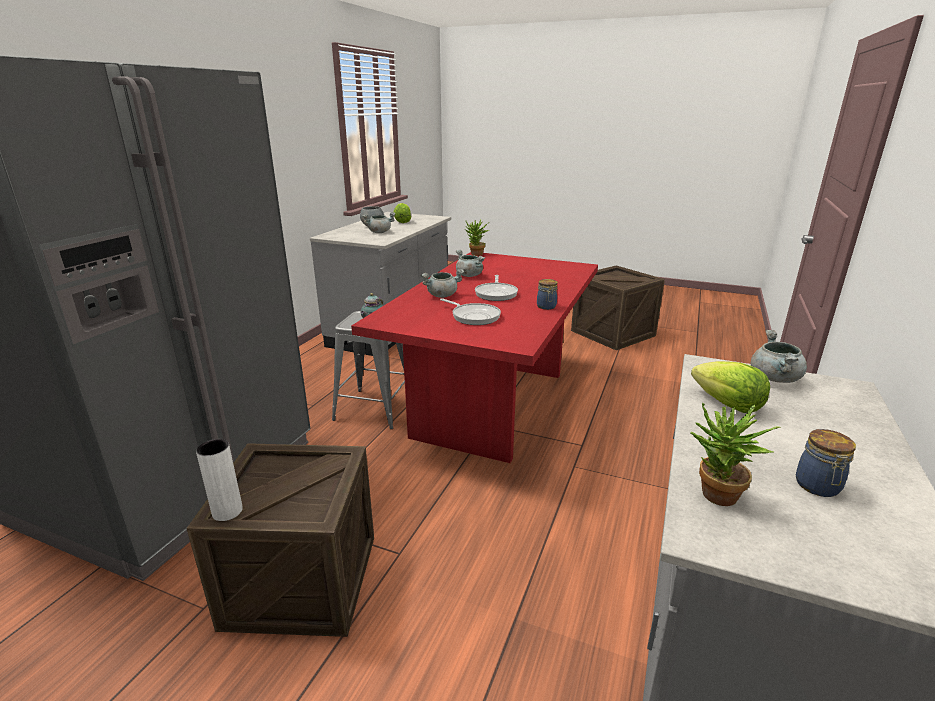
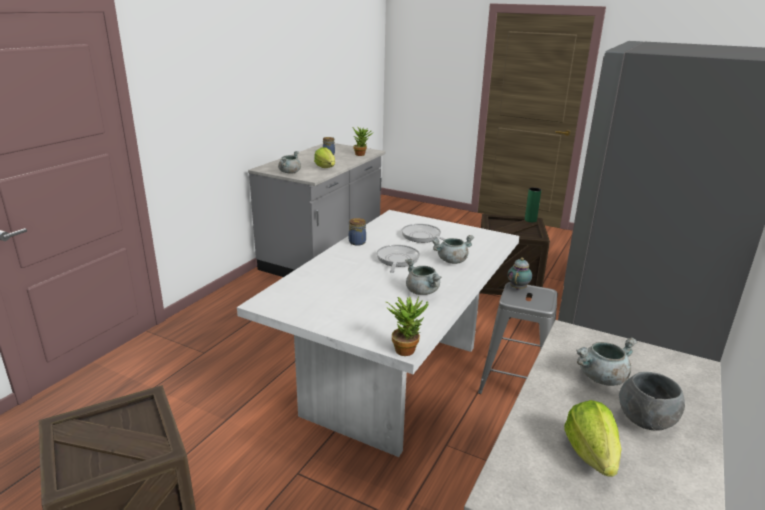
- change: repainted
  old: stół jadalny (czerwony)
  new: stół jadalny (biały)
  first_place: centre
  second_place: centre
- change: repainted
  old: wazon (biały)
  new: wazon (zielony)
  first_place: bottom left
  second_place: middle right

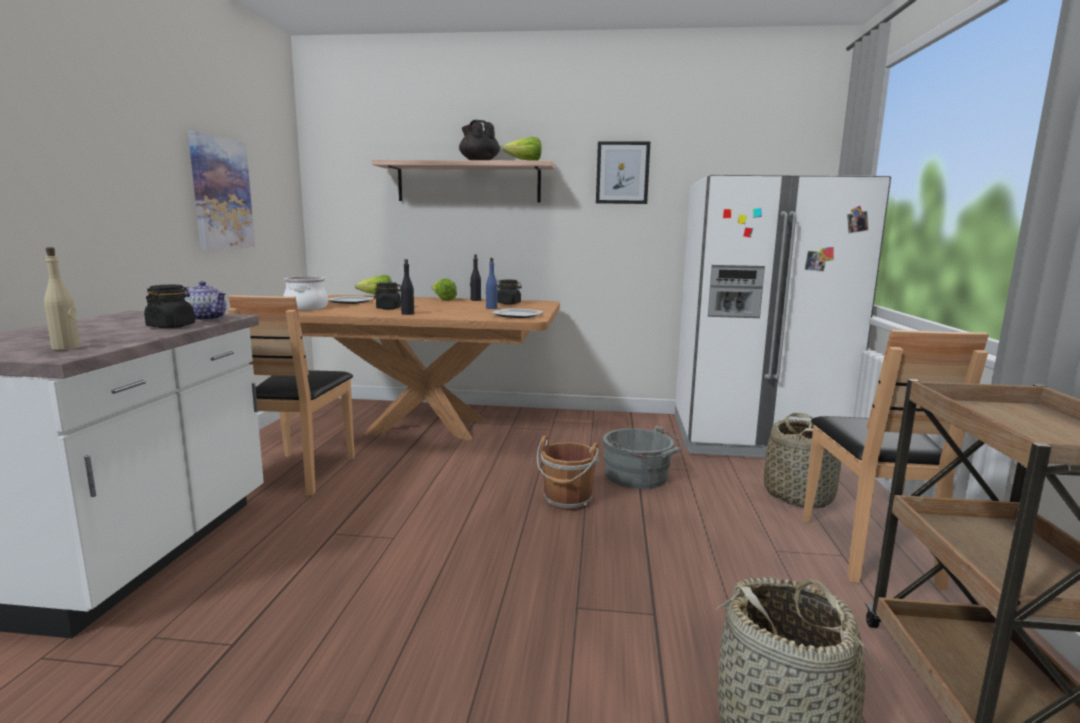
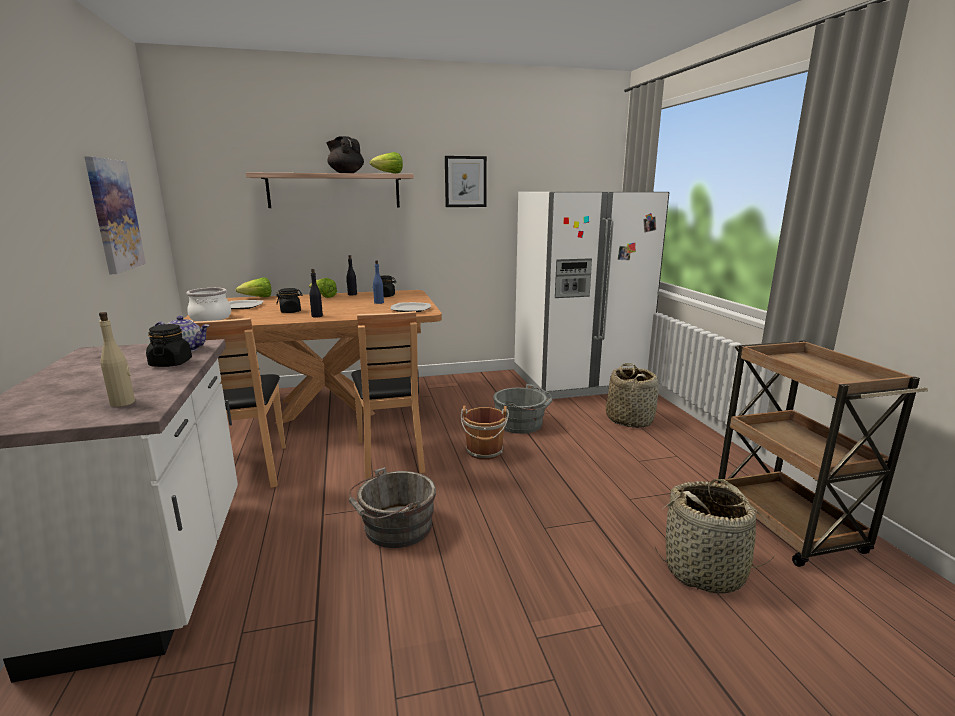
- change: new
  new: wiadro (szary) (no. 1 from left)
  second_place: bottom centre
- change: shifted
  old: krzesło (brązowy) (no. 2 from left)
  first_place: middle right
  second_place: centre

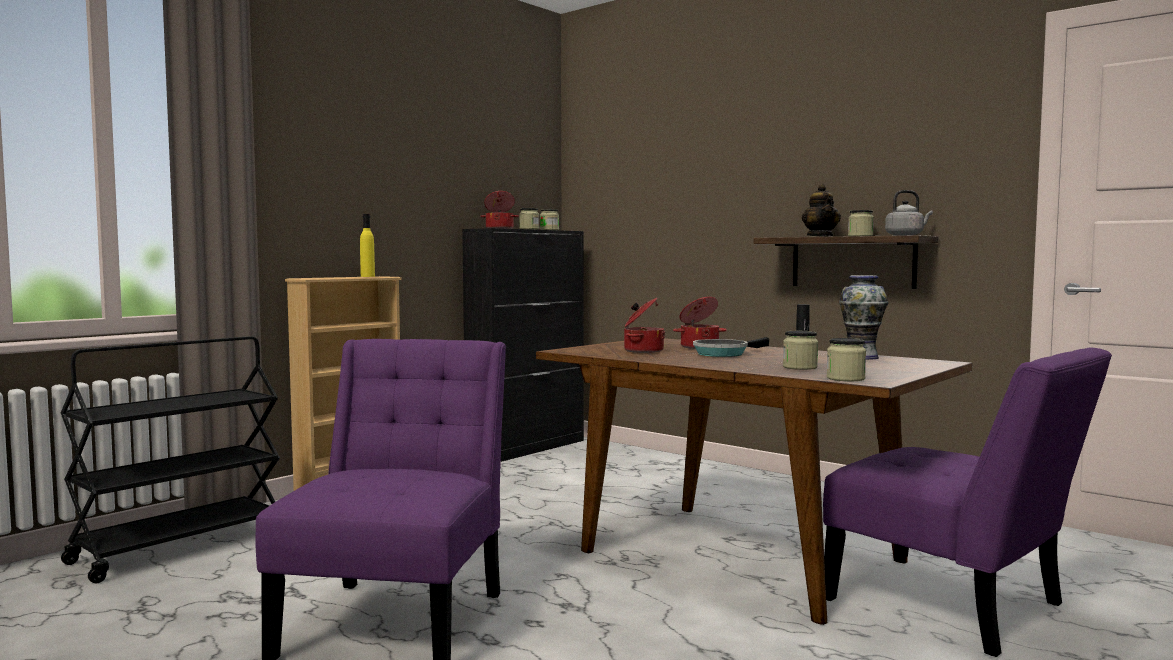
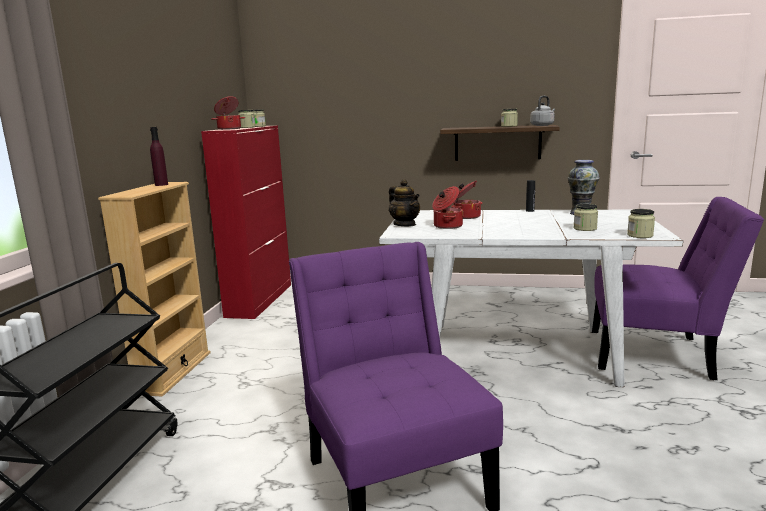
- change: repainted
  old: butelka (żółty)
  new: butelka (fioletowy)
  first_place: middle left
  second_place: top left
- change: repainted
  old: szafka (czarny)
  new: szafka (czerwony)
  first_place: centre
  second_place: middle left
- change: repainted
  old: stół jadalny (brązowy)
  new: stół jadalny (biały)
  first_place: bottom centre
  second_place: middle right
- change: shifted
  old: imbryk
  first_place: top right
  second_place: centre
- change: gone
  old: patelnia
  first_place: centre

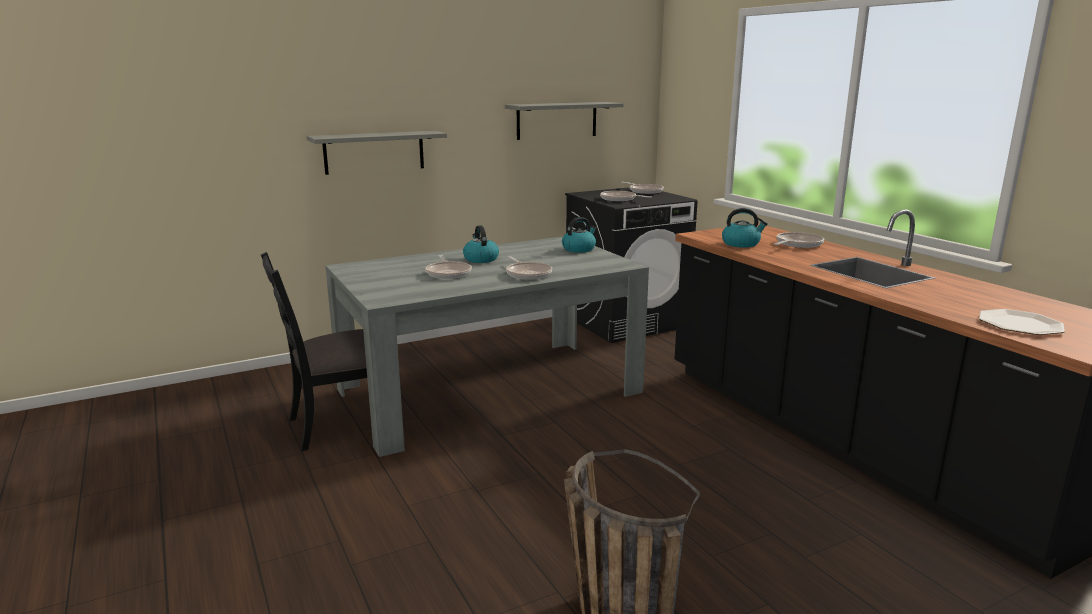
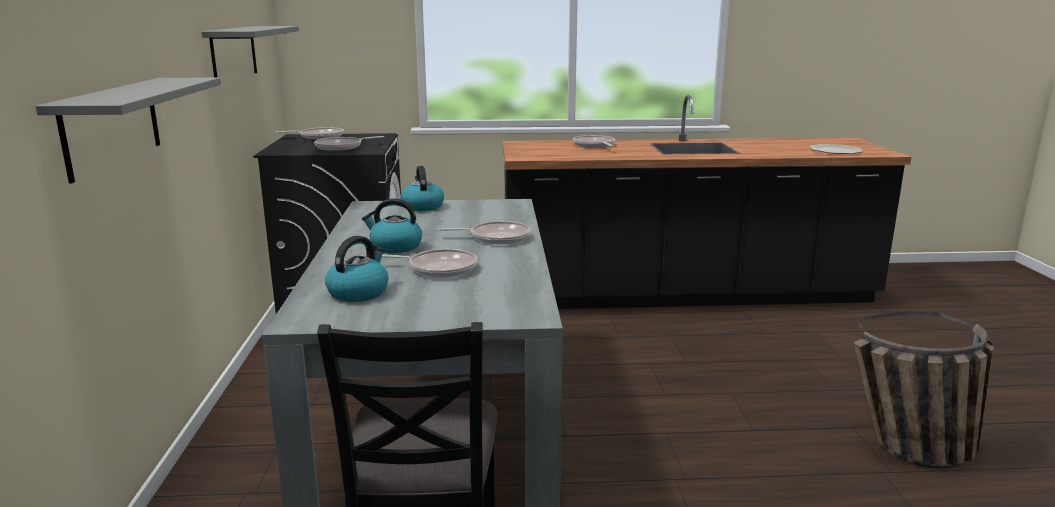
- change: shifted
  old: czajnik (no. 3 from left in the first image)
  new: czajnik (no. 1 from left)
  first_place: middle right
  second_place: centre

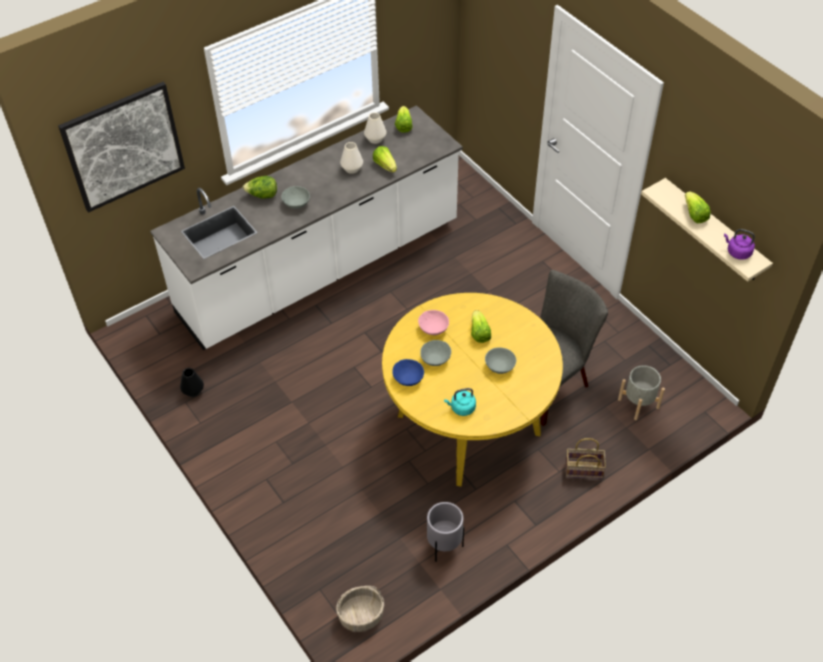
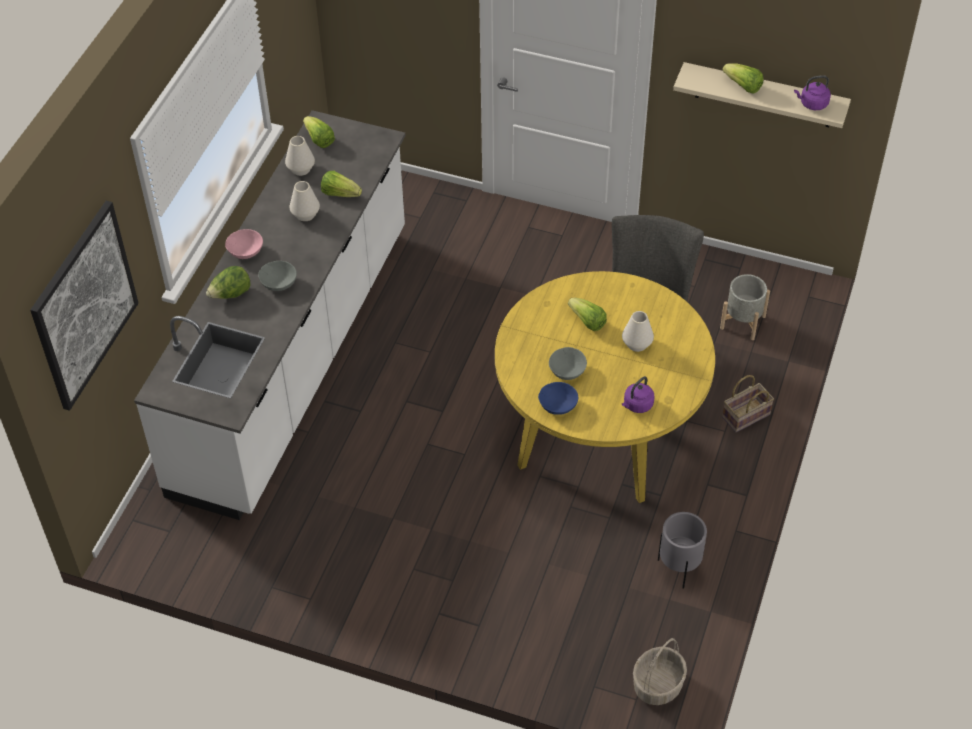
- change: shifted
  old: miska (różowy)
  first_place: centre
  second_place: middle left
- change: repainted
  old: czajnik (turkusowy)
  new: czajnik (fioletowy) (no. 1 from left)
  first_place: centre
  second_place: centre
- change: swapped
  old: miska (szary) (no. 3 from left)
  new: wazon (biały) (no. 3 from left)
  first_place: centre
  second_place: centre
- change: gone
  old: wazon (czarny)
  first_place: middle left

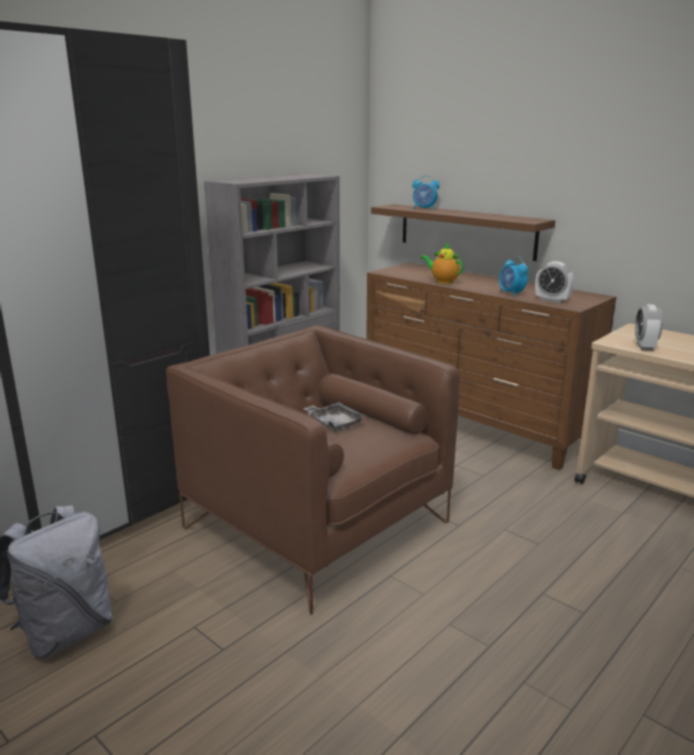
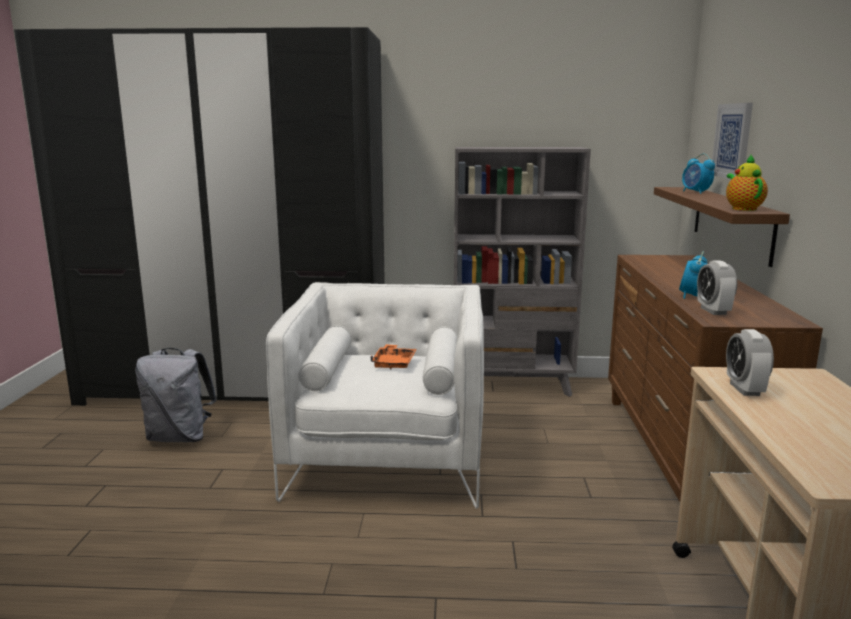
- change: repainted
  old: fotel (brązowy)
  new: fotel (biały)
  first_place: centre
  second_place: centre
- change: repainted
  old: taca (szary)
  new: taca (pomarańczowy)
  first_place: centre
  second_place: centre
- change: new
  new: obraz
  second_place: top right
- change: shifted
  old: imbryk
  first_place: centre
  second_place: top right
- change: rotated
  old: budzik (no. 4 from left)
  first_place: middle right
  second_place: middle right
  degrees: -60

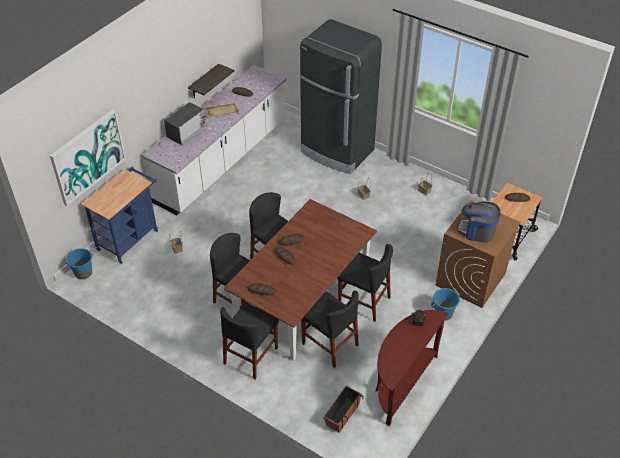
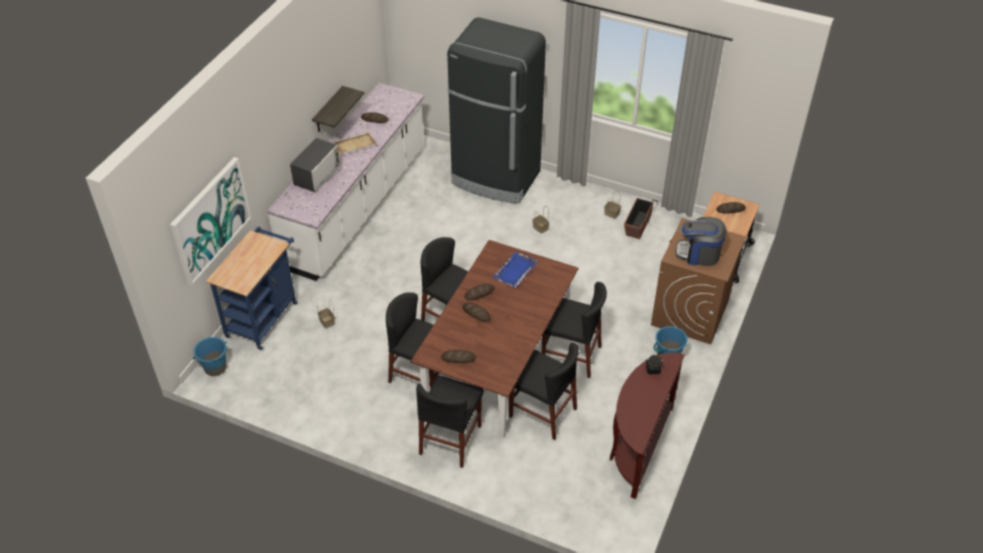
- change: new
  new: taca (niebieski)
  second_place: centre
- change: shifted
  old: donica
  first_place: bottom centre
  second_place: centre

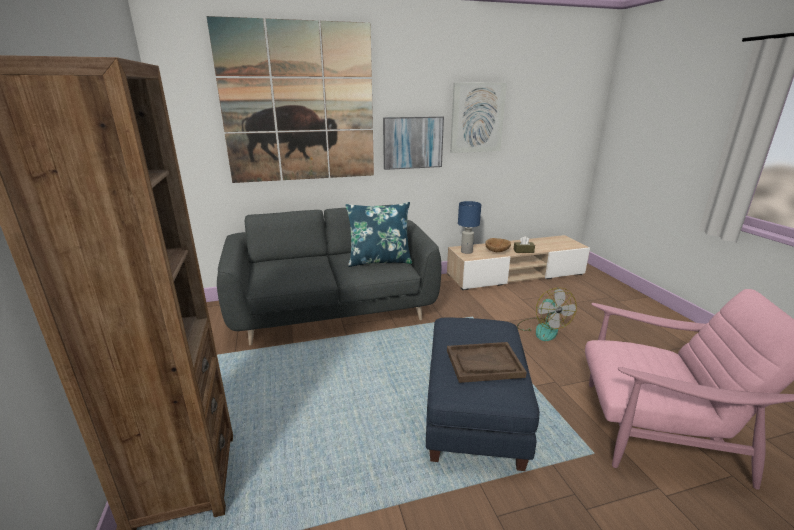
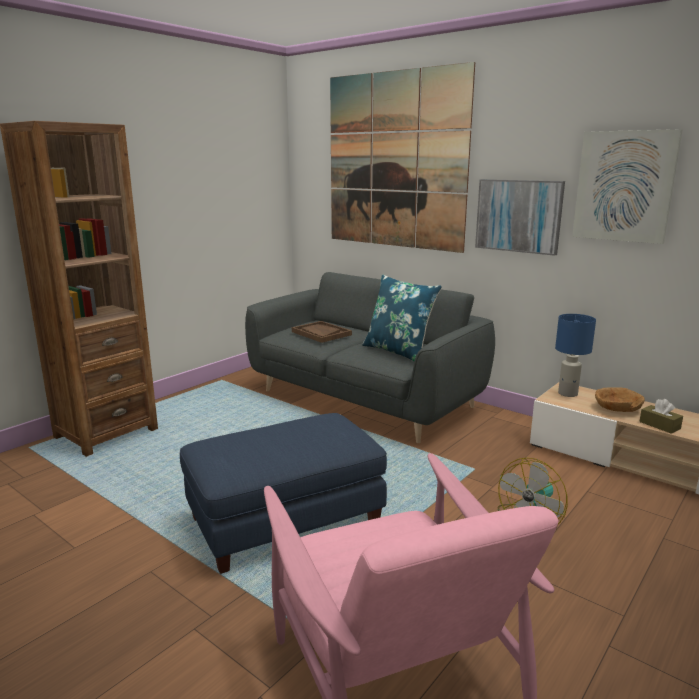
- change: shifted
  old: taca (brązowy)
  first_place: bottom centre
  second_place: centre

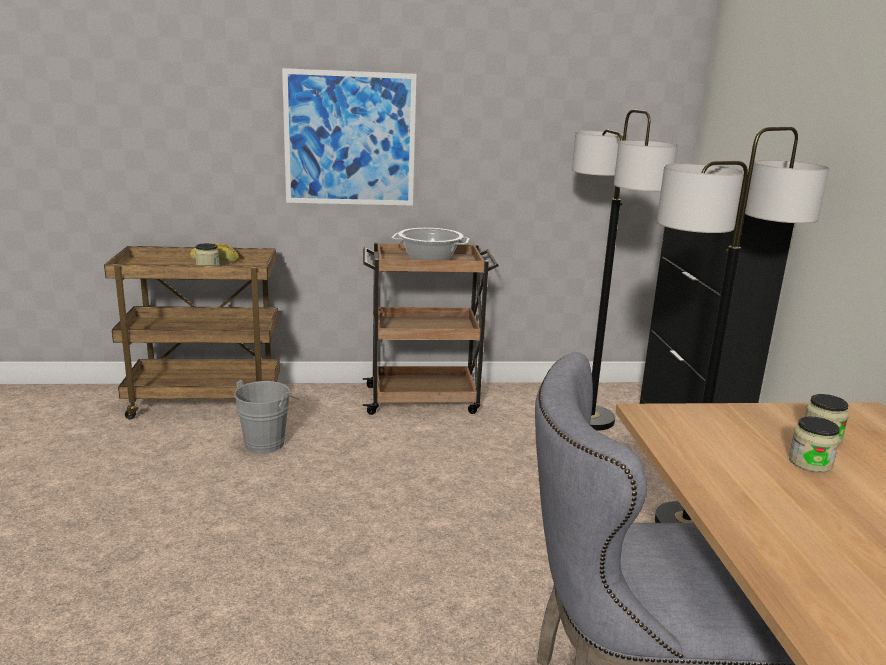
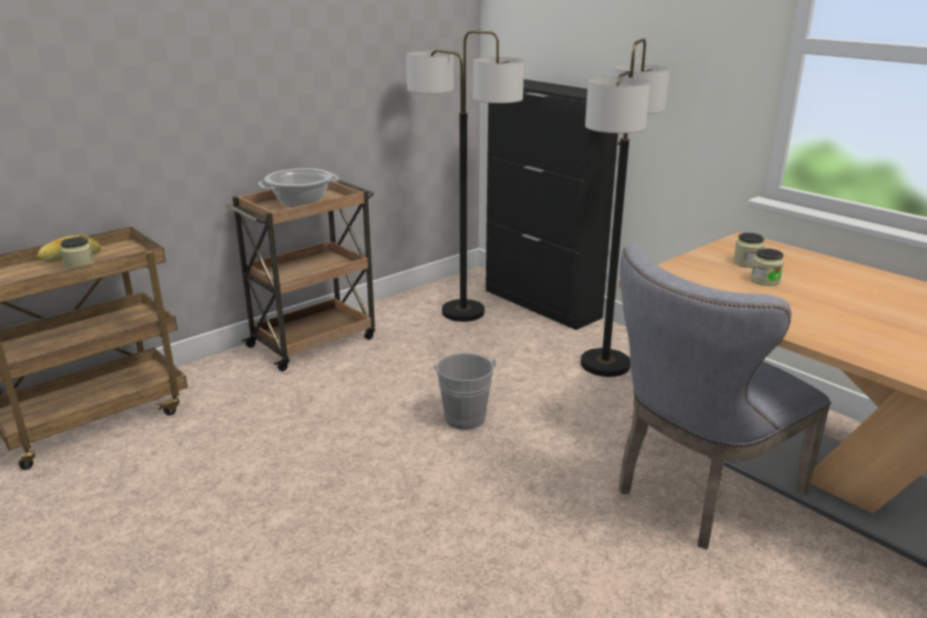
- change: shifted
  old: wiadro (szary)
  first_place: middle left
  second_place: centre
- change: gone
  old: obraz
  first_place: top centre

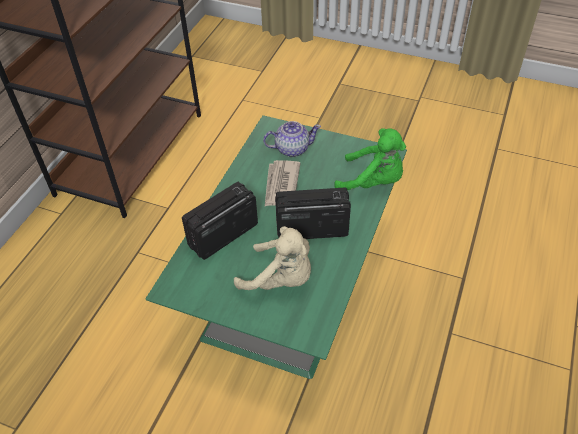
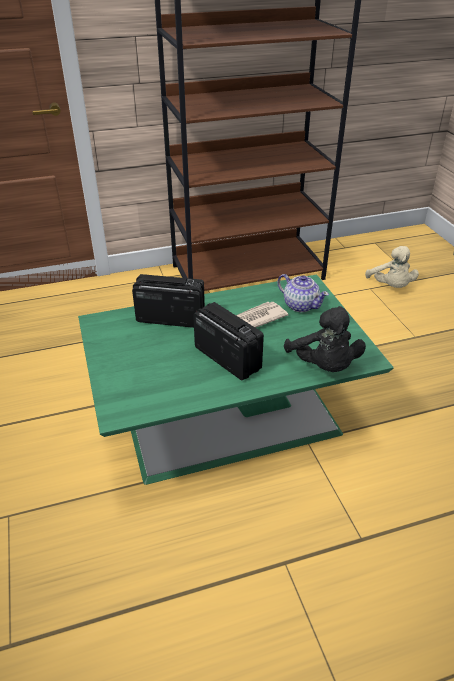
- change: repainted
  old: pluszak (zielony)
  new: pluszak (czarny)
  first_place: centre
  second_place: middle right
- change: shifted
  old: pluszak (beżowy)
  first_place: centre
  second_place: middle right

